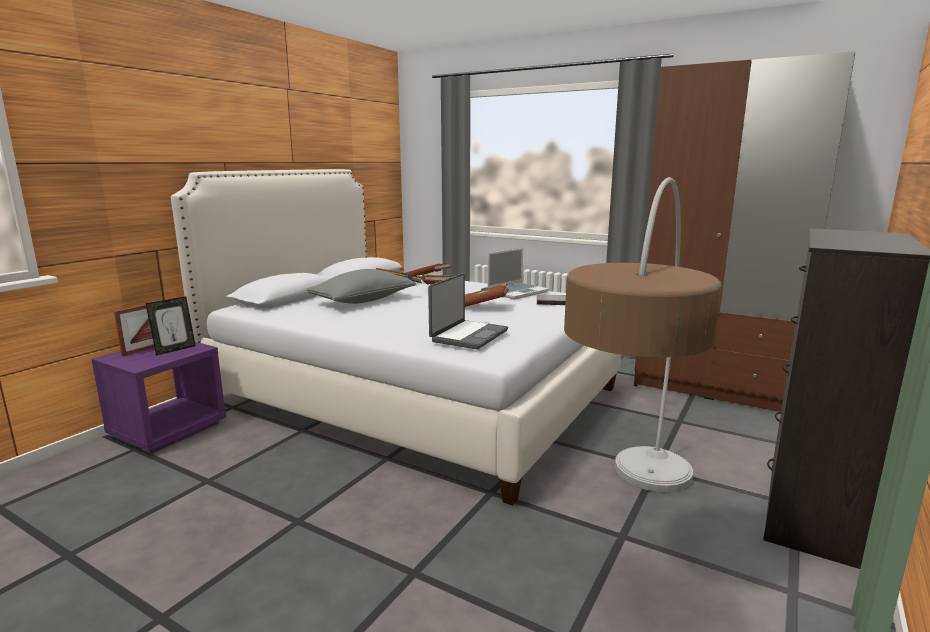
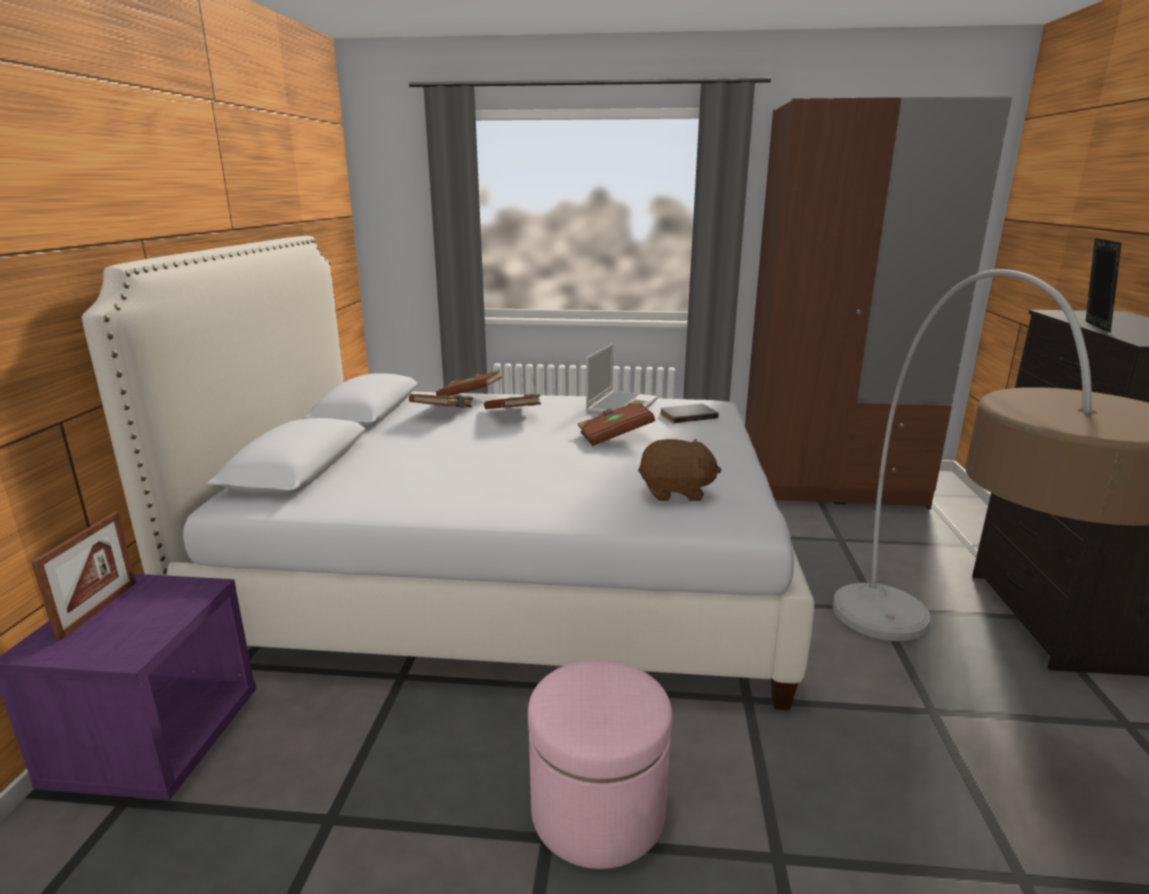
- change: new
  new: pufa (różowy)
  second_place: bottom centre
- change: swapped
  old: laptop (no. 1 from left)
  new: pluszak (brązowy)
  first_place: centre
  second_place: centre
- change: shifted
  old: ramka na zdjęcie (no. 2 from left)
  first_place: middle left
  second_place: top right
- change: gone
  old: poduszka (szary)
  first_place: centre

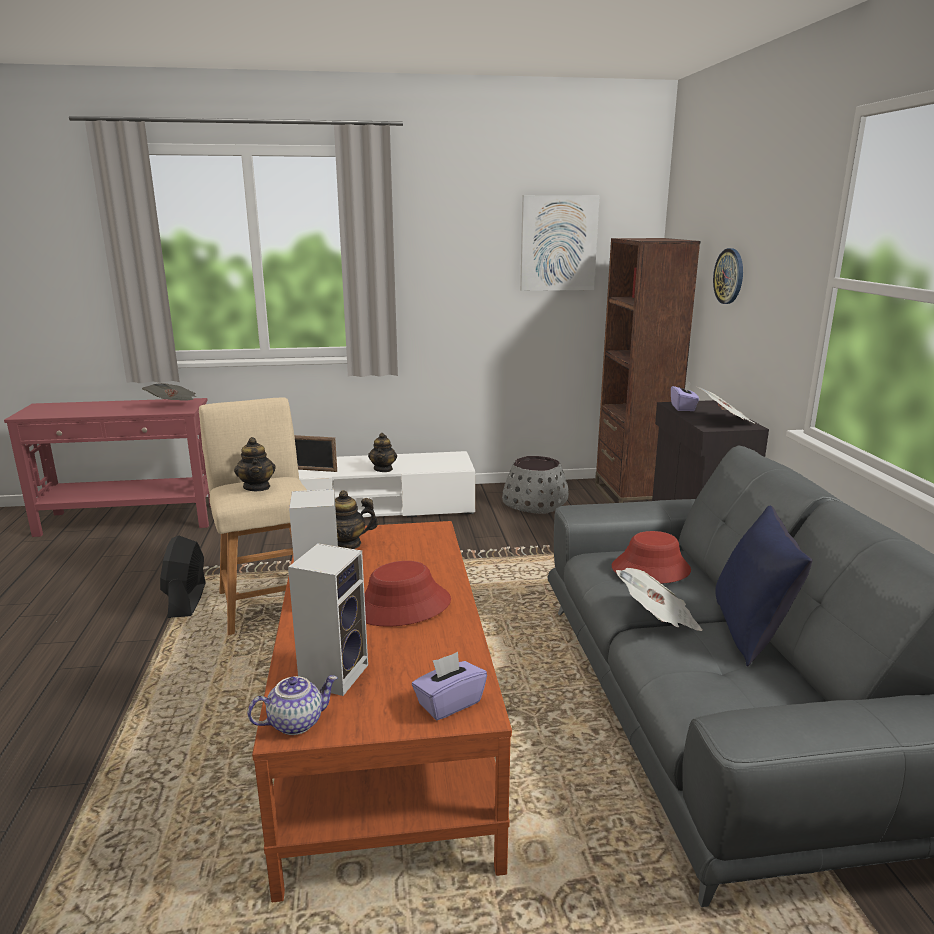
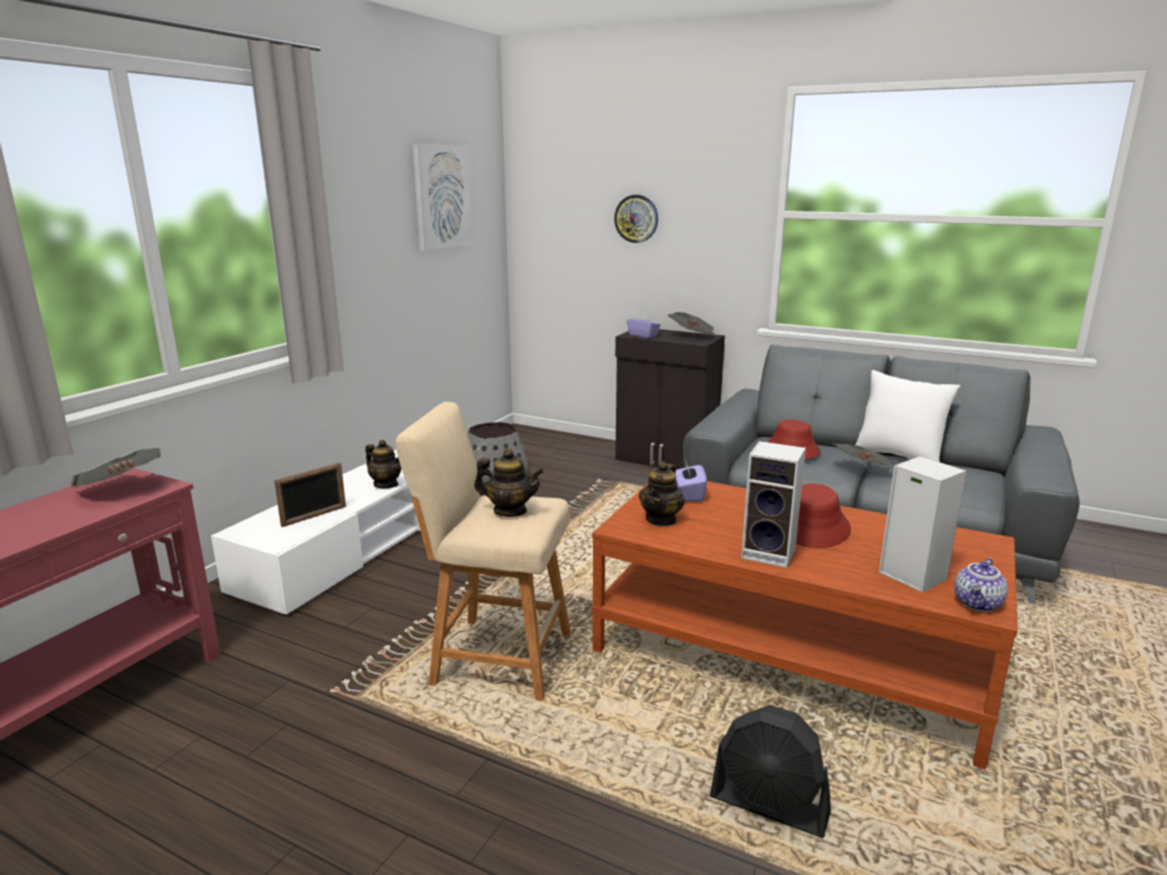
- change: shifted
  old: pudełko chusteczek (fioletowy) (no. 1 from left in the first image)
  new: pudełko chusteczek (fioletowy) (no. 2 from left)
  first_place: bottom centre
  second_place: centre
- change: shifted
  old: wentylator (czarny)
  first_place: middle left
  second_place: bottom centre
- change: repainted
  old: poduszka (niebieski)
  new: poduszka (biały)
  first_place: middle right
  second_place: middle right
- change: rotated
  old: imbryk (no. 2 from left in the first image)
  first_place: bottom left
  second_place: bottom right
  degrees: -150
- change: gone
  old: regał (brązowy)
  first_place: middle right

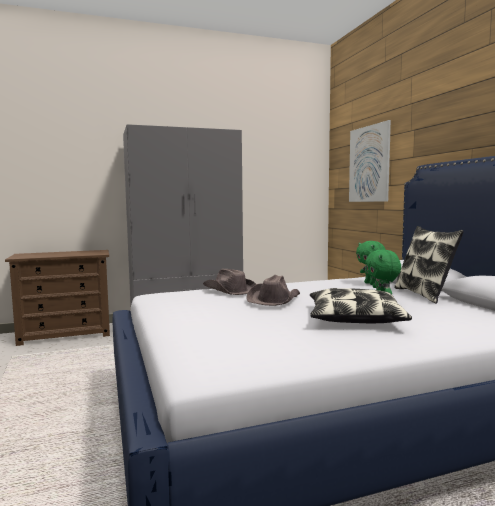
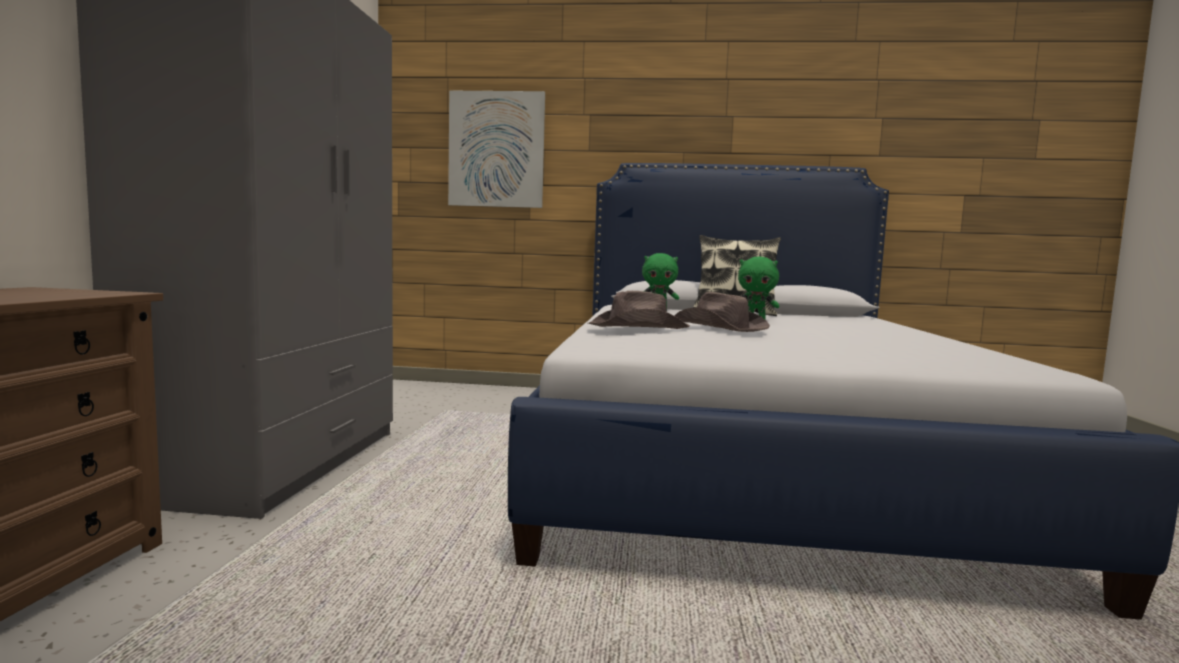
- change: gone
  old: poduszka (no. 1 from left)
  first_place: middle right

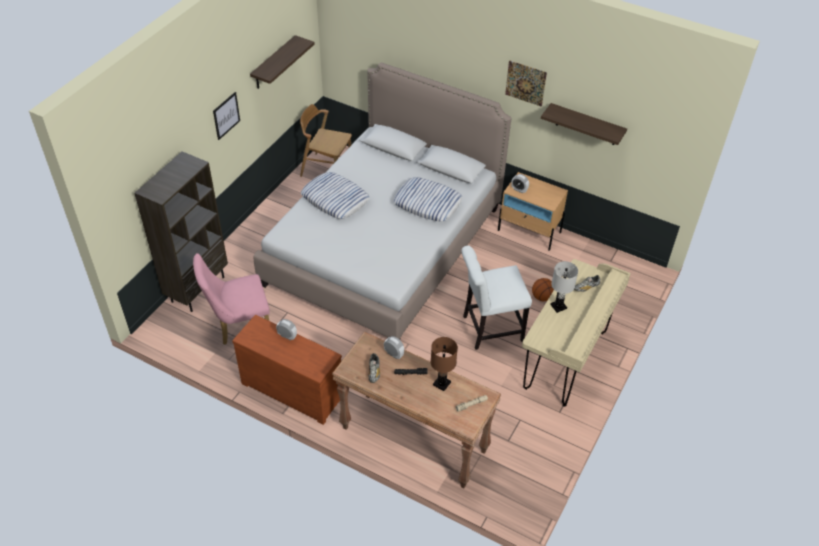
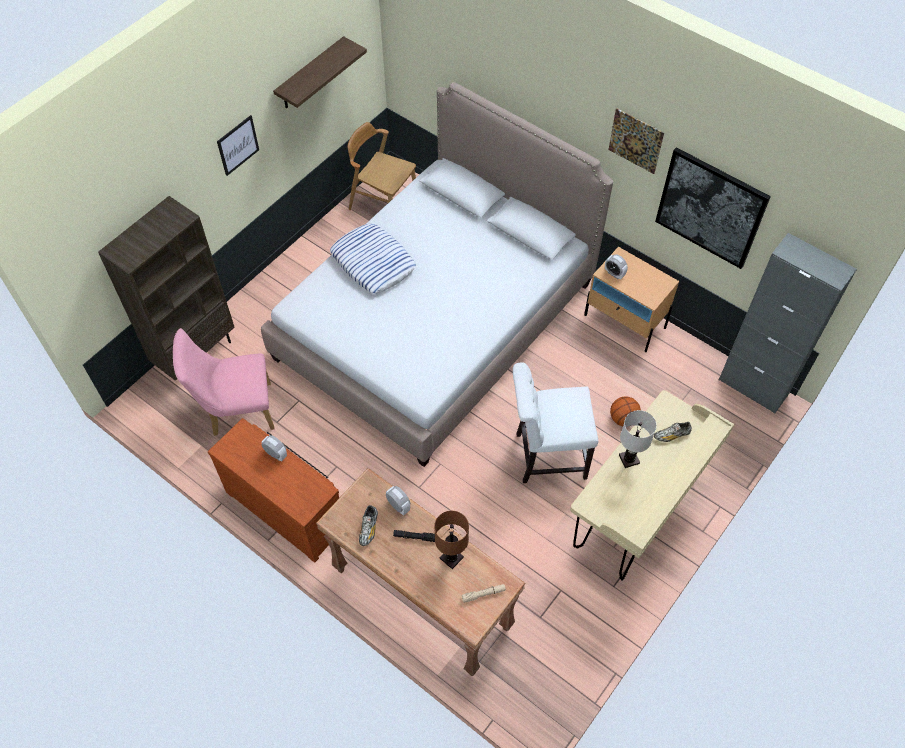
- change: swapped
  old: półka (no. 2 from left)
  new: obraz (no. 3 from left)
  first_place: top right
  second_place: top right
- change: new
  new: szafka (szary)
  second_place: middle right
- change: gone
  old: poduszka (no. 2 from left)
  first_place: centre

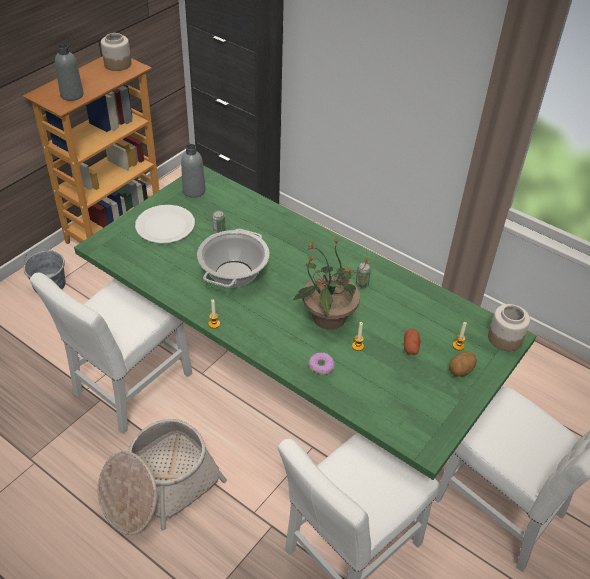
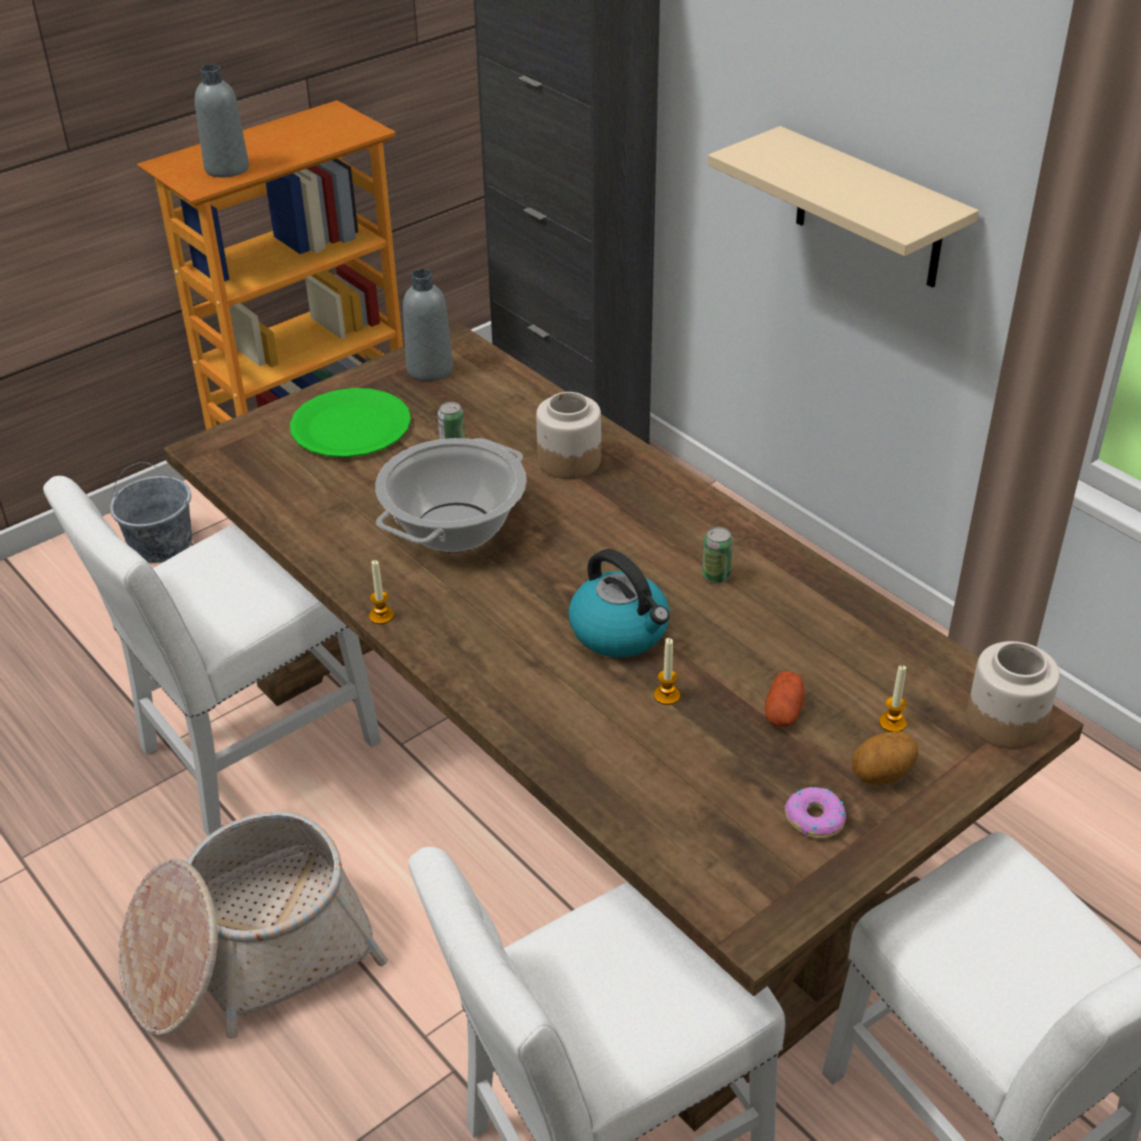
- change: repainted
  old: stół jadalny (zielony)
  new: stół jadalny (brązowy)
  first_place: centre
  second_place: centre
- change: repainted
  old: talerz (biały)
  new: talerz (zielony)
  first_place: middle left
  second_place: middle left
- change: shifted
  old: słoik (no. 1 from left)
  first_place: top left
  second_place: centre
- change: swapped
  old: roślina doniczkowa
  new: czajnik
  first_place: centre
  second_place: centre
- change: new
  new: półka (beżowy)
  second_place: top right
- change: shifted
  old: donut
  first_place: centre
  second_place: bottom right

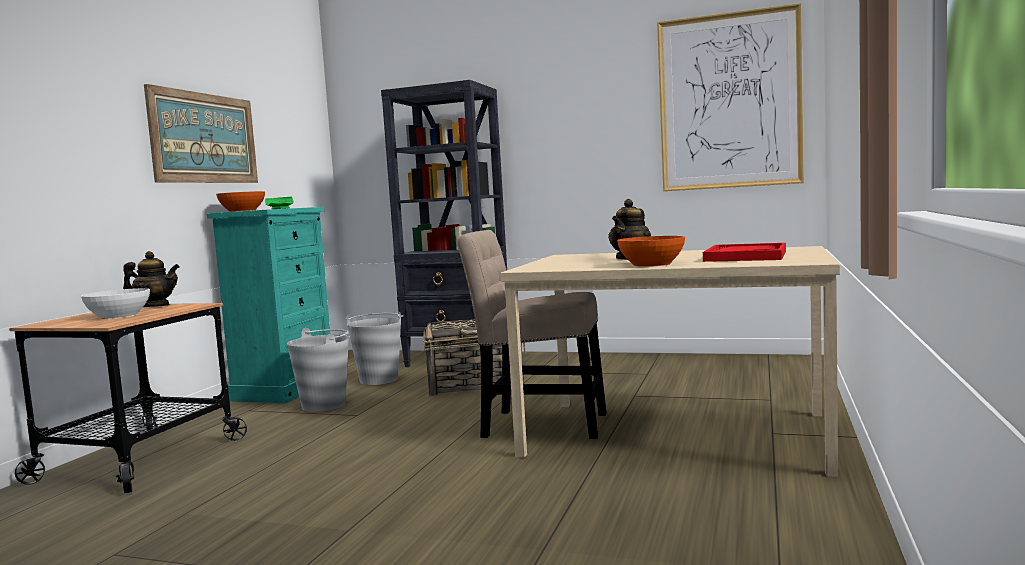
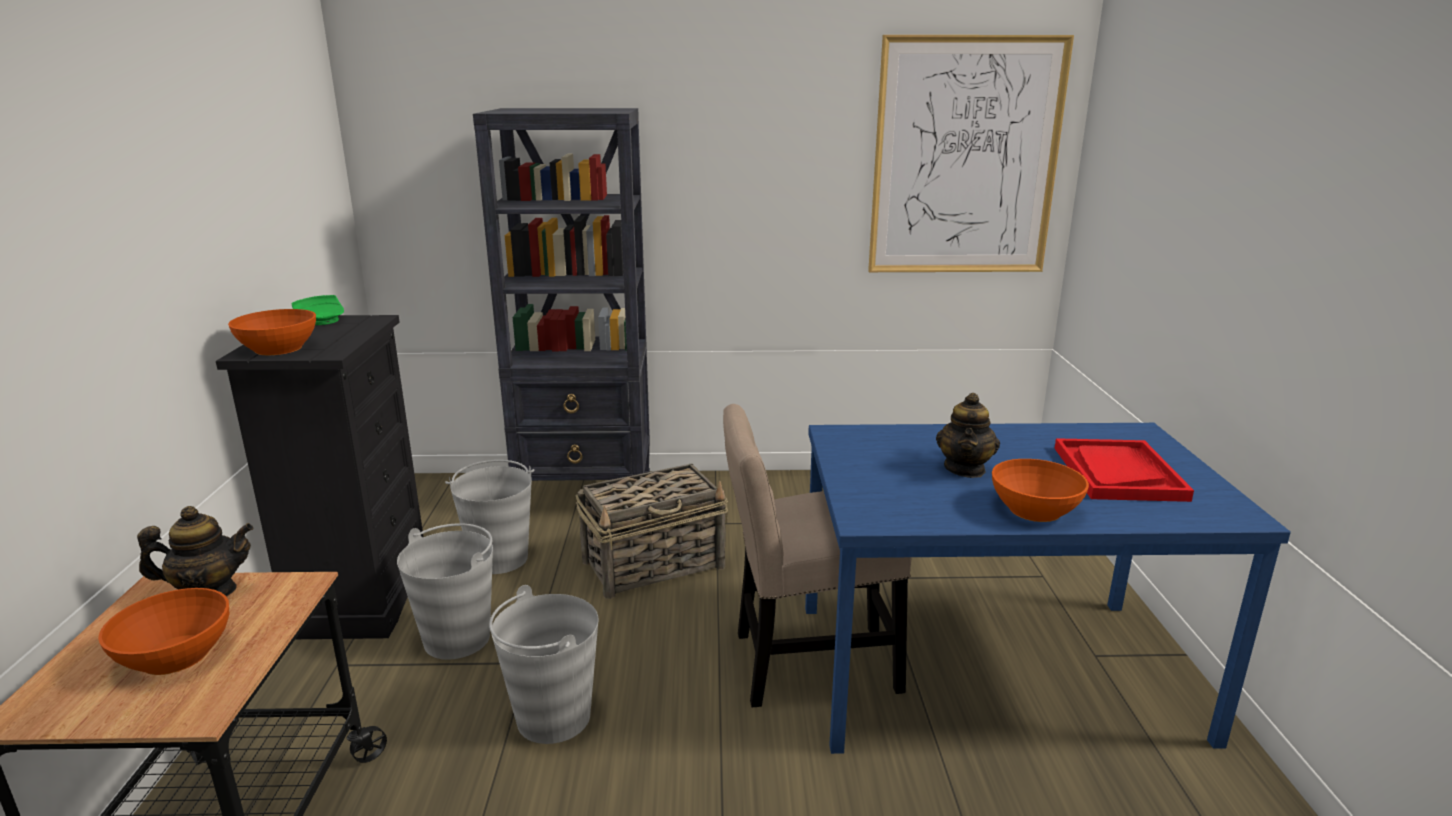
- change: repainted
  old: miska (biały)
  new: miska (pomarańczowy) (no. 1 from left)
  first_place: middle left
  second_place: bottom left
- change: repainted
  old: komoda (turkusowy)
  new: komoda (czarny)
  first_place: middle left
  second_place: middle left
- change: new
  new: wiadro (szary) (no. 3 from left)
  second_place: bottom centre
- change: repainted
  old: stół jadalny (beżowy)
  new: stół jadalny (niebieski)
  first_place: centre
  second_place: bottom right
- change: gone
  old: obraz (no. 1 from left)
  first_place: top left

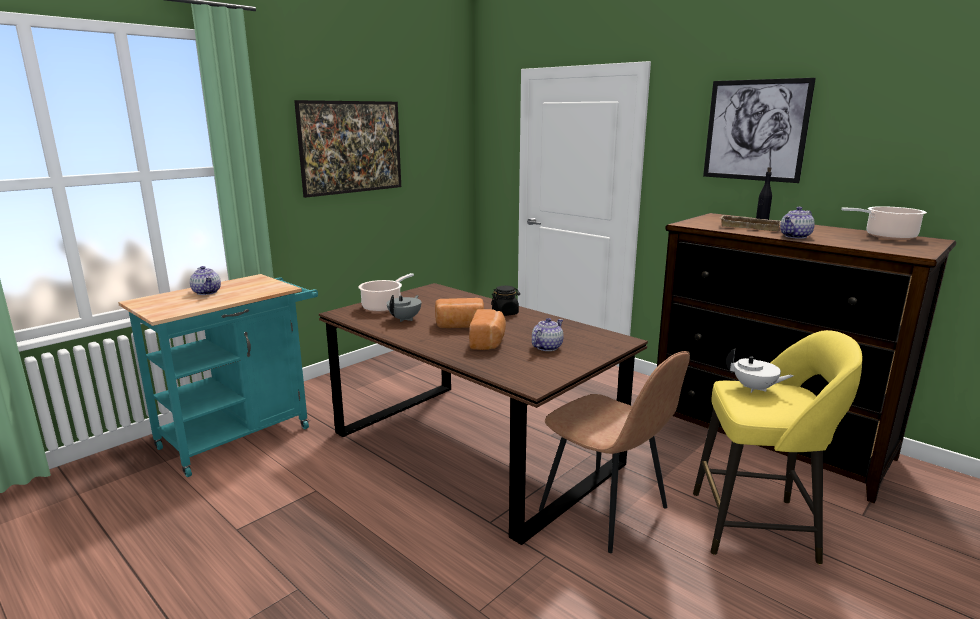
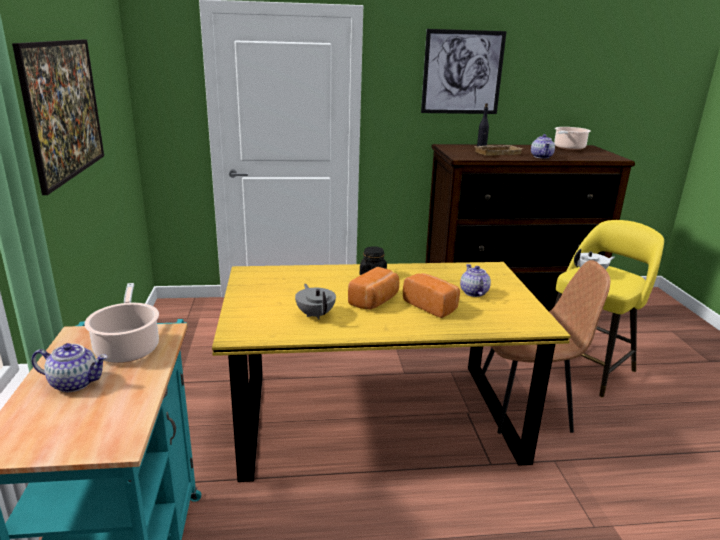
- change: shifted
  old: garnek (no. 1 from left)
  first_place: centre
  second_place: middle left
- change: repainted
  old: stół jadalny (brązowy)
  new: stół jadalny (żółty)
  first_place: bottom centre
  second_place: bottom centre

